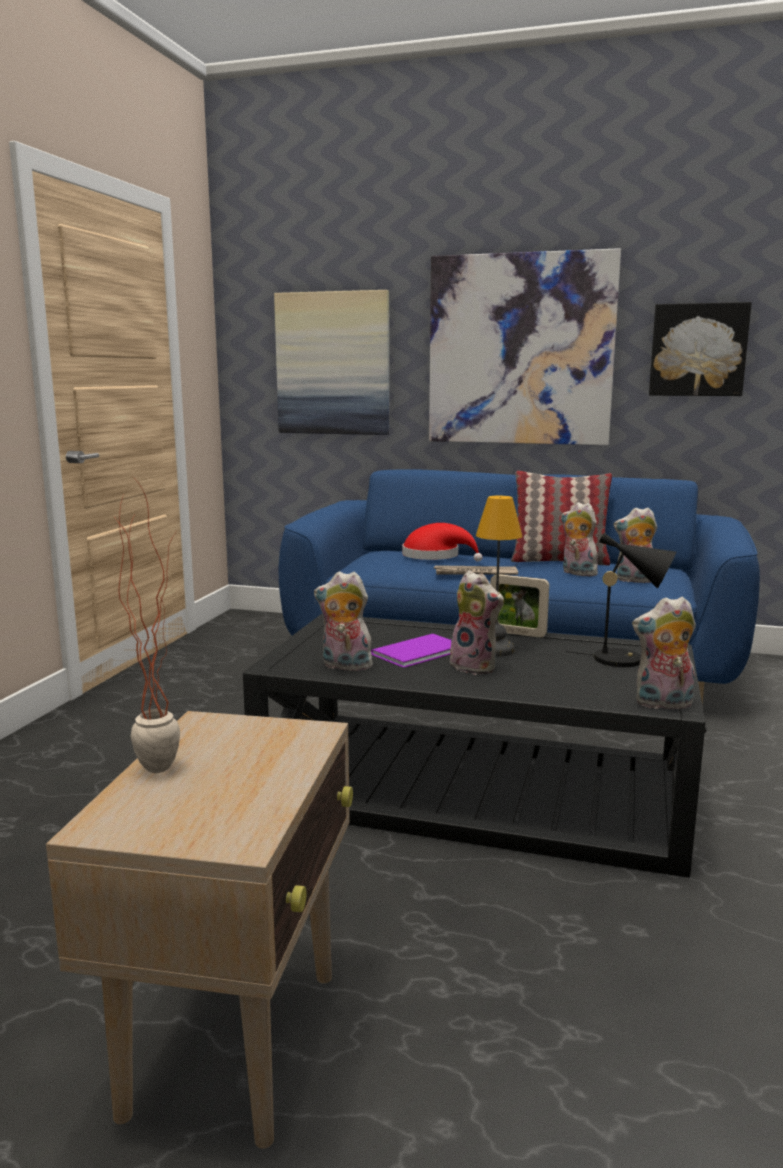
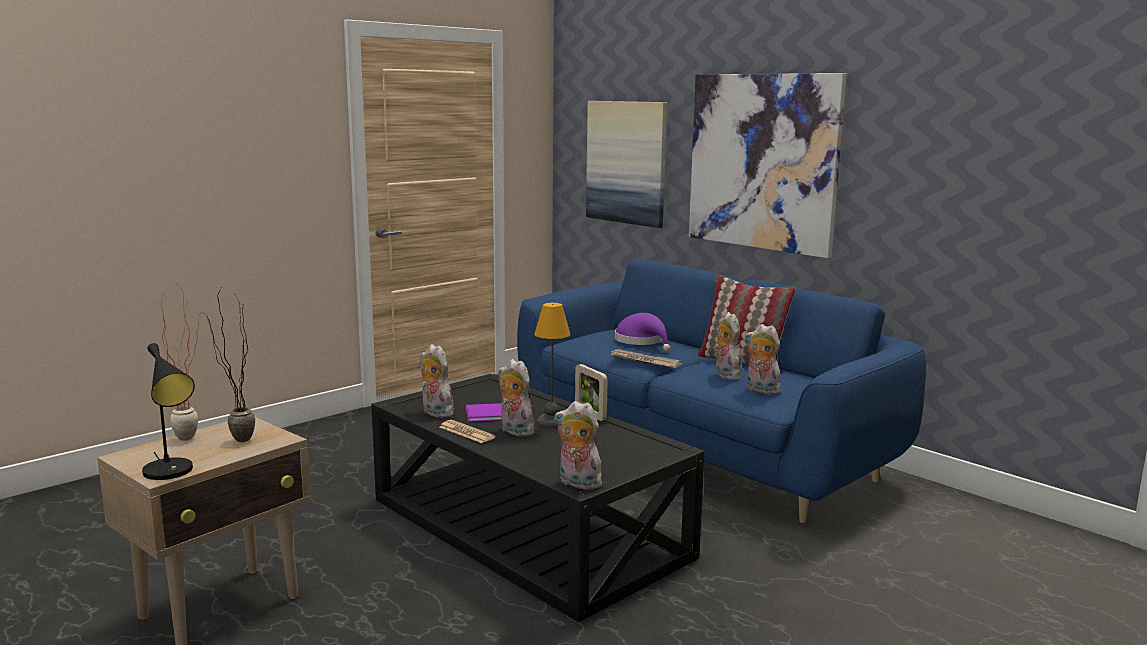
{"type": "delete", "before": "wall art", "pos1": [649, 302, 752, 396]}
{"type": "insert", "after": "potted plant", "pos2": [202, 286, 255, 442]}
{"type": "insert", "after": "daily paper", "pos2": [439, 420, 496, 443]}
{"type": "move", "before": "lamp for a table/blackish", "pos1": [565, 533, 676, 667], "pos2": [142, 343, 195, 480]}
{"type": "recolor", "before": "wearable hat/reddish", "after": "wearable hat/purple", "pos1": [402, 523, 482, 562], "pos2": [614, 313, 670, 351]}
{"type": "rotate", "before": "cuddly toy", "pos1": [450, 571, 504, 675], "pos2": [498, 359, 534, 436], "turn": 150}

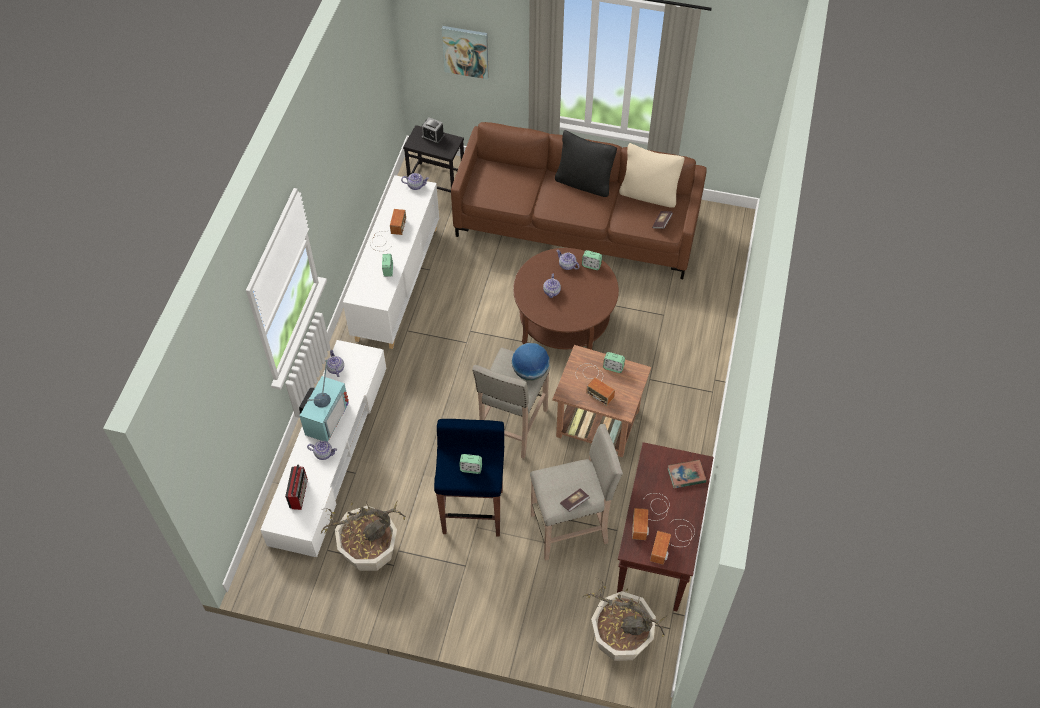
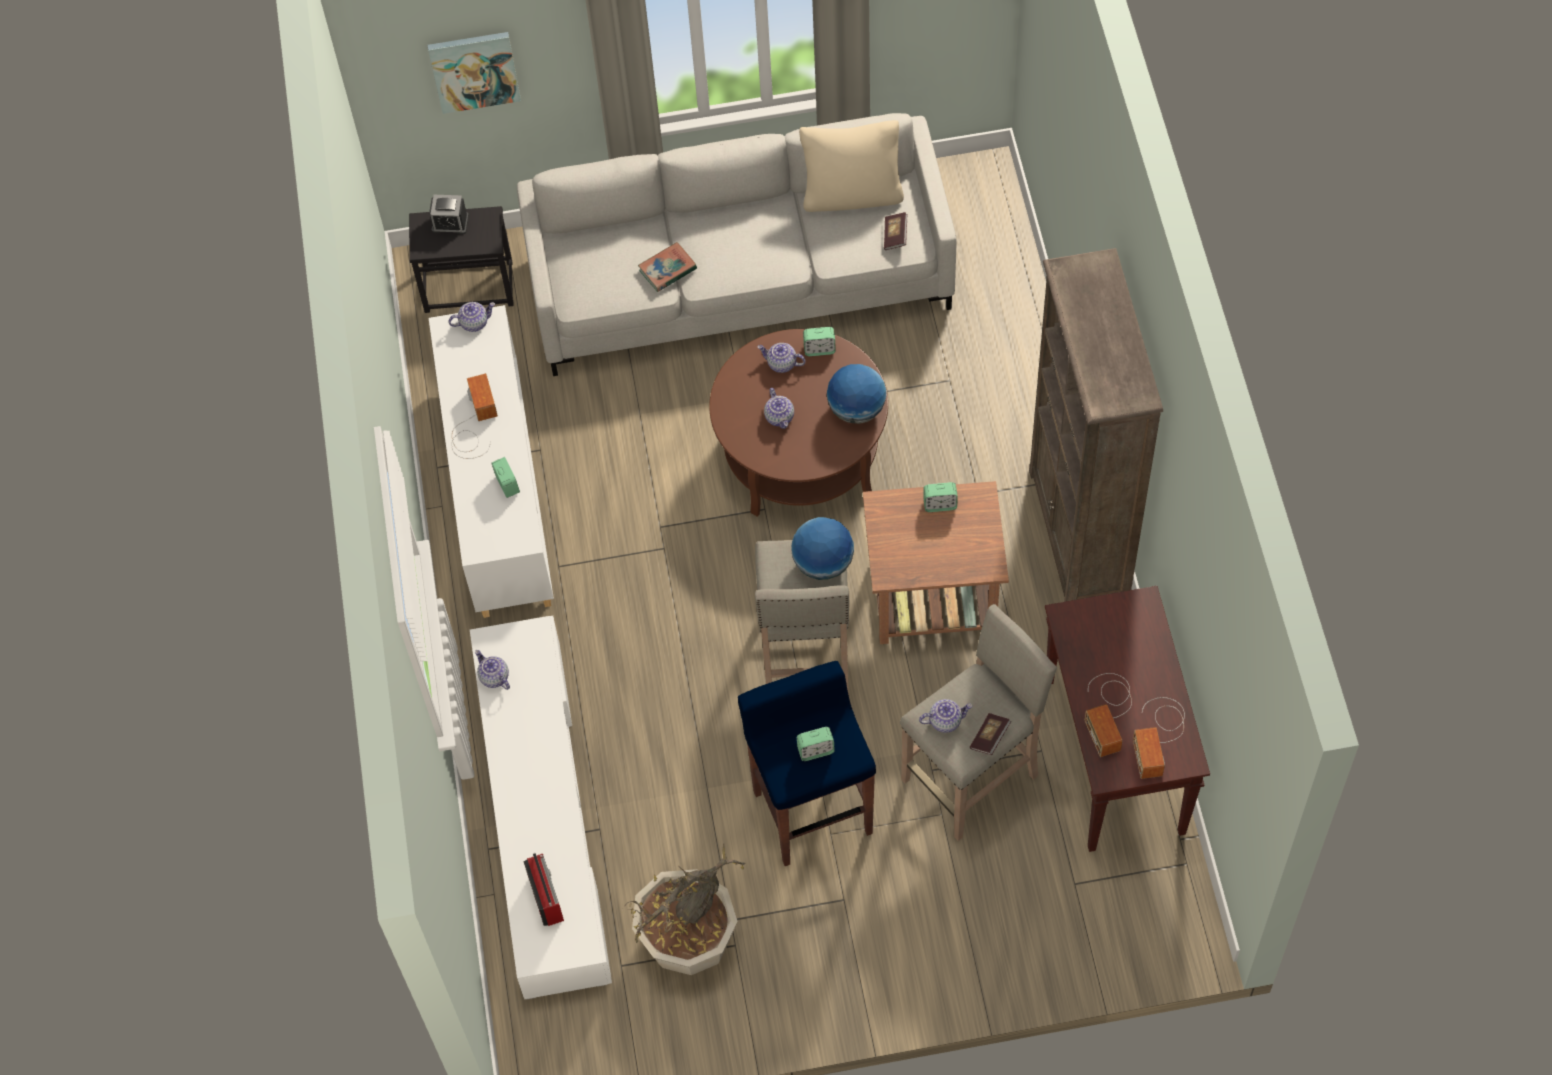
{"type": "delete", "before": "TV set", "pos1": [299, 360, 349, 442]}
{"type": "delete", "before": "throw pillow/blackish", "pos1": [555, 130, 617, 197]}
{"type": "delete", "before": "radio", "pos1": [575, 363, 615, 406]}
{"type": "delete", "before": "potted plant", "pos1": [582, 577, 667, 661]}
{"type": "insert", "after": "desk globe", "pos2": [827, 364, 886, 424]}
{"type": "insert", "after": "bookshelf/brown-coloured", "pos2": [1029, 248, 1163, 602]}
{"type": "move", "before": "tea pot", "pos1": [307, 441, 337, 460], "pos2": [919, 699, 973, 733]}
{"type": "move", "before": "bound book", "pos1": [668, 460, 706, 488], "pos2": [638, 242, 697, 292]}
{"type": "recolor", "before": "settee/brown-coloured", "after": "settee/grey", "pos1": [451, 122, 707, 279], "pos2": [517, 113, 957, 376]}

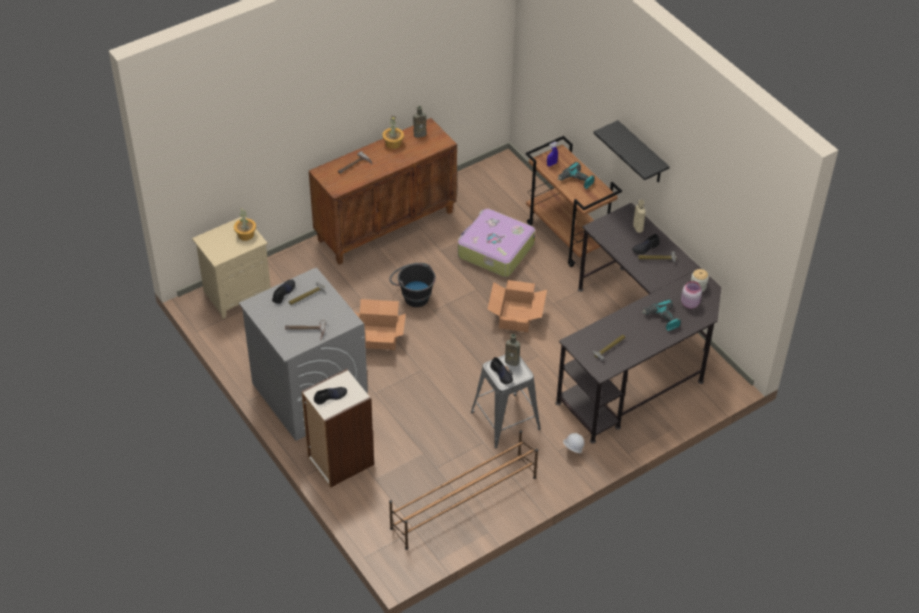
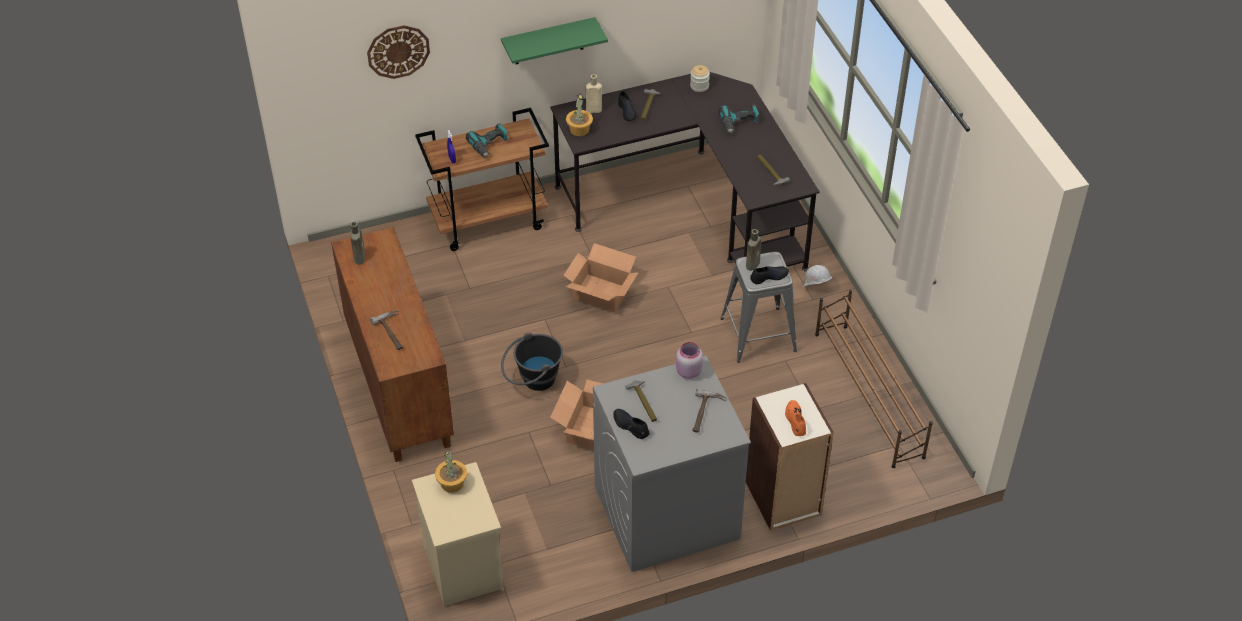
{"type": "delete", "before": "suitcase", "pos1": [458, 209, 535, 277]}
{"type": "insert", "after": "hanging clock", "pos2": [367, 25, 430, 79]}
{"type": "move", "before": "potted plant", "pos1": [382, 116, 404, 149], "pos2": [566, 93, 593, 136]}
{"type": "move", "before": "storage jar/pink-coloured", "pos1": [681, 281, 702, 309], "pos2": [676, 342, 703, 379]}
{"type": "recolor", "before": "low shoe/blackish", "after": "low shoe/orange-coloured", "pos1": [314, 387, 347, 405], "pos2": [785, 400, 806, 436]}
{"type": "recolor", "before": "bracket shelf/blackish", "after": "bracket shelf/green", "pos1": [593, 120, 670, 183], "pos2": [501, 17, 608, 65]}

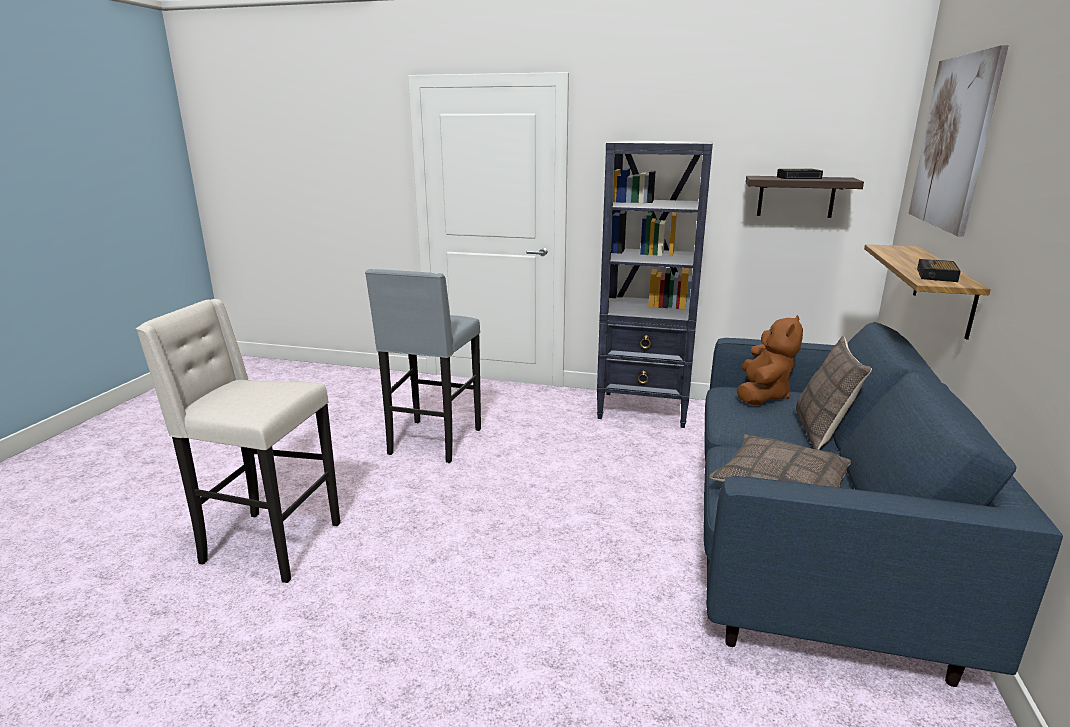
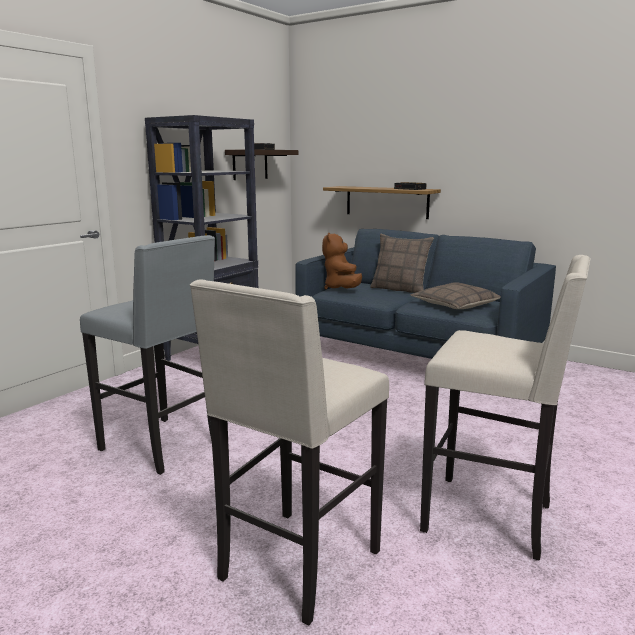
{"type": "delete", "before": "wall art", "pos1": [908, 45, 1009, 237]}
{"type": "insert", "after": "stool/beige-coloured", "pos2": [420, 255, 591, 561]}
{"type": "rotate", "before": "cuddly toy/brown-coloured", "pos1": [737, 315, 803, 405], "pos2": [322, 233, 362, 290], "turn": -135}

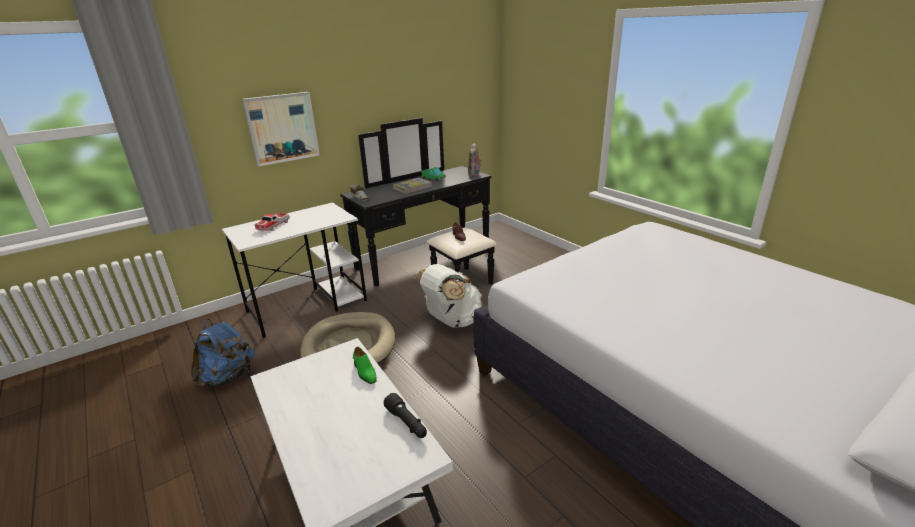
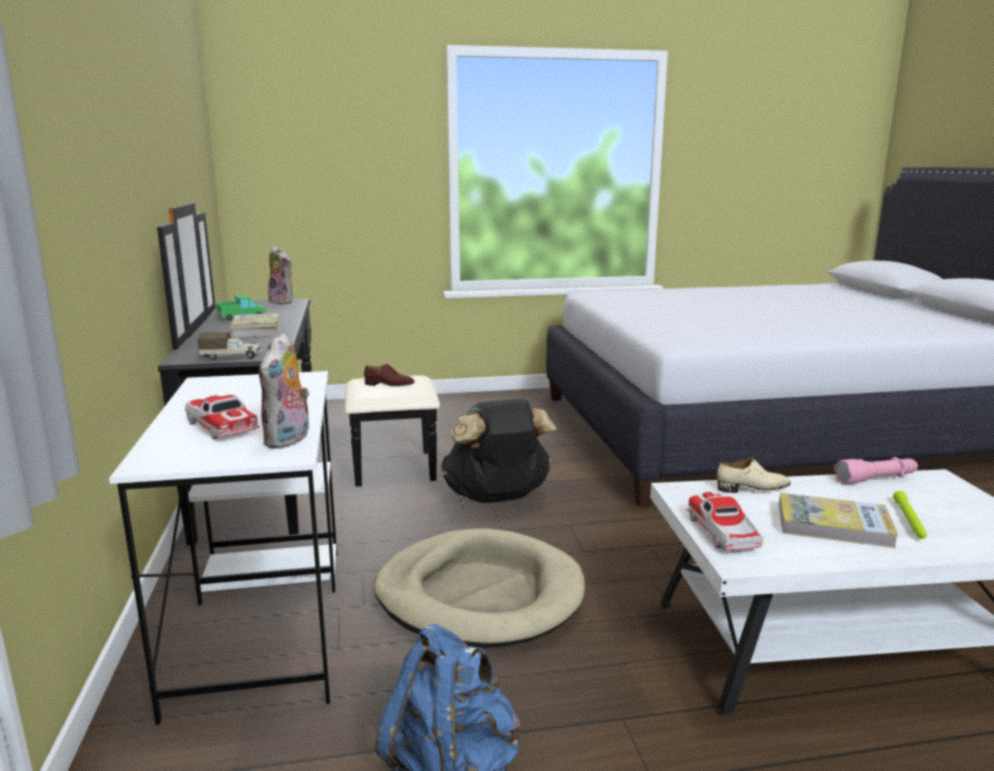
{"type": "delete", "before": "wall art", "pos1": [242, 92, 320, 167]}
{"type": "insert", "after": "cuddly toy", "pos2": [259, 333, 310, 449]}
{"type": "insert", "after": "miniature car", "pos2": [687, 492, 763, 550]}
{"type": "insert", "after": "bound book", "pos2": [779, 493, 898, 548]}
{"type": "insert", "after": "torch/green", "pos2": [893, 491, 927, 539]}
{"type": "recolor", "before": "low shoe/green", "after": "low shoe/beige-coloured", "pos1": [353, 347, 377, 384], "pos2": [717, 458, 791, 493]}
{"type": "recolor", "before": "torch/blackish", "after": "torch/pink-coloured", "pos1": [384, 393, 427, 438], "pos2": [834, 457, 918, 484]}
{"type": "recolor", "before": "backpack/white-coloured", "after": "backpack/blackish", "pos1": [414, 264, 482, 328], "pos2": [441, 399, 557, 503]}

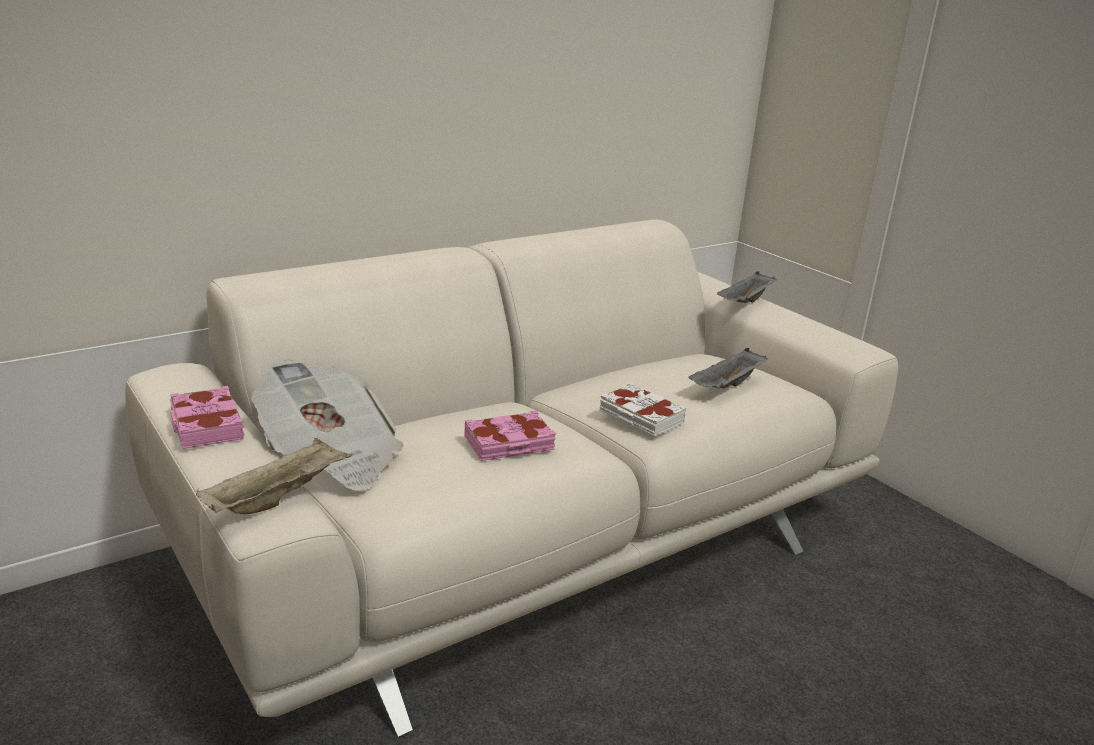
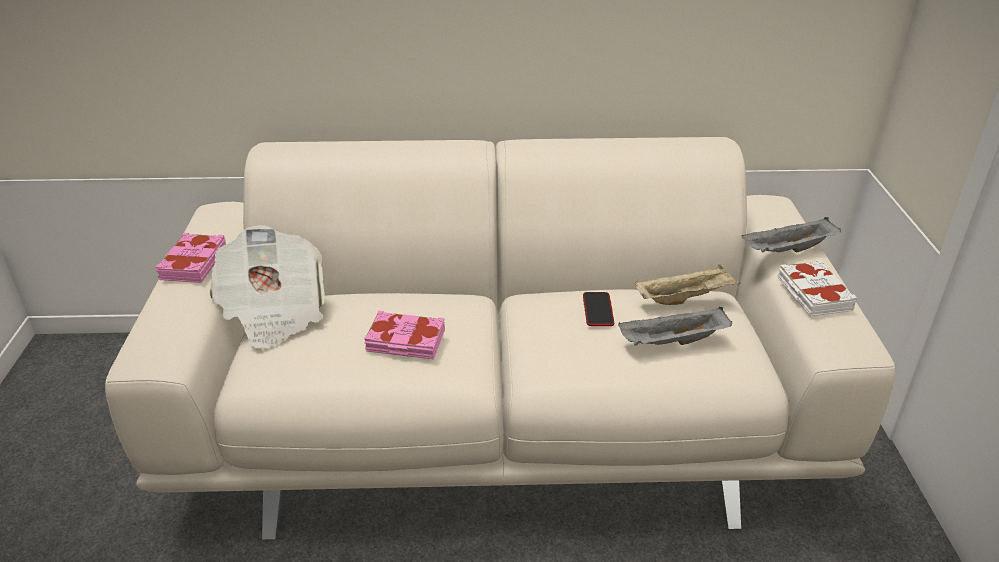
{"type": "insert", "after": "phone", "pos2": [583, 292, 614, 326]}
{"type": "move", "before": "serving tray/beige-coloured", "pos1": [196, 437, 352, 514], "pos2": [635, 264, 740, 305]}
{"type": "move", "before": "bound book/white-coloured", "pos1": [599, 383, 687, 437], "pos2": [778, 260, 857, 317]}

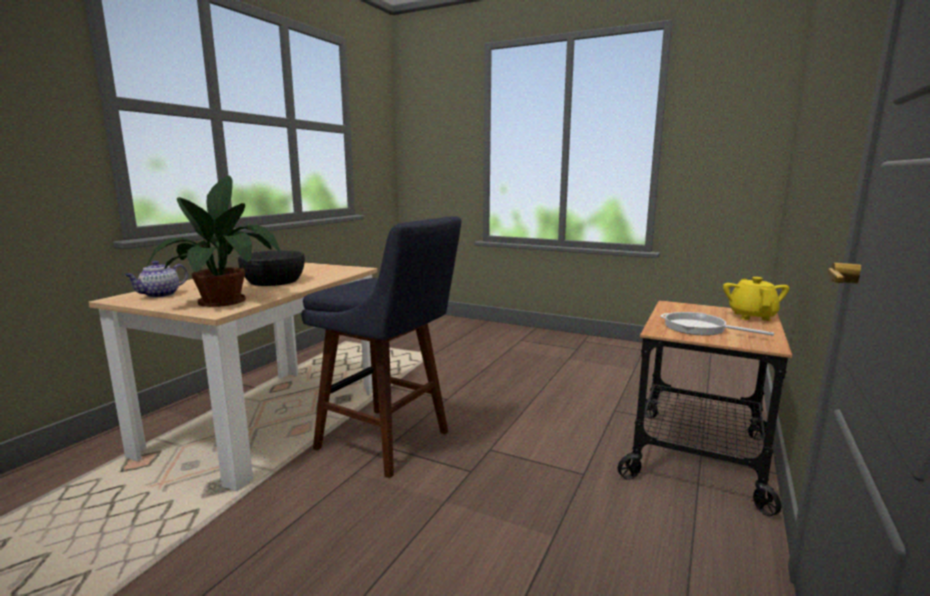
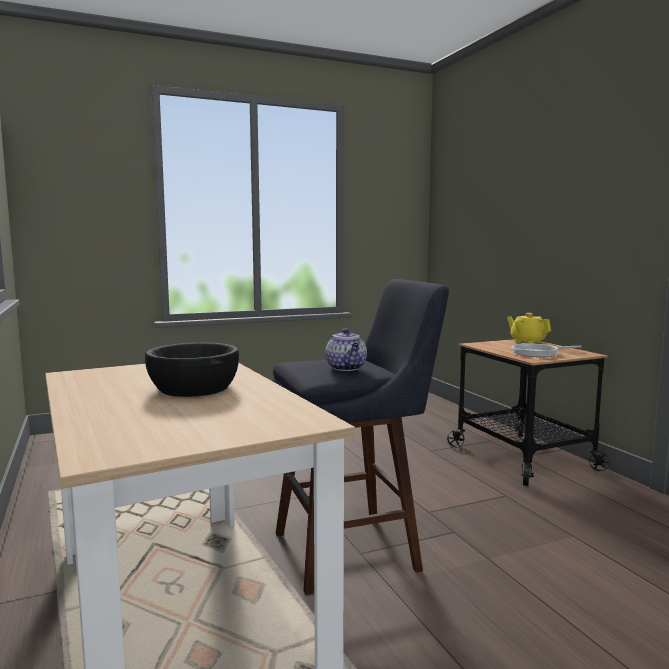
{"type": "delete", "before": "potted plant", "pos1": [147, 176, 281, 307]}
{"type": "move", "before": "tea pot", "pos1": [125, 261, 188, 298], "pos2": [325, 328, 367, 371]}

